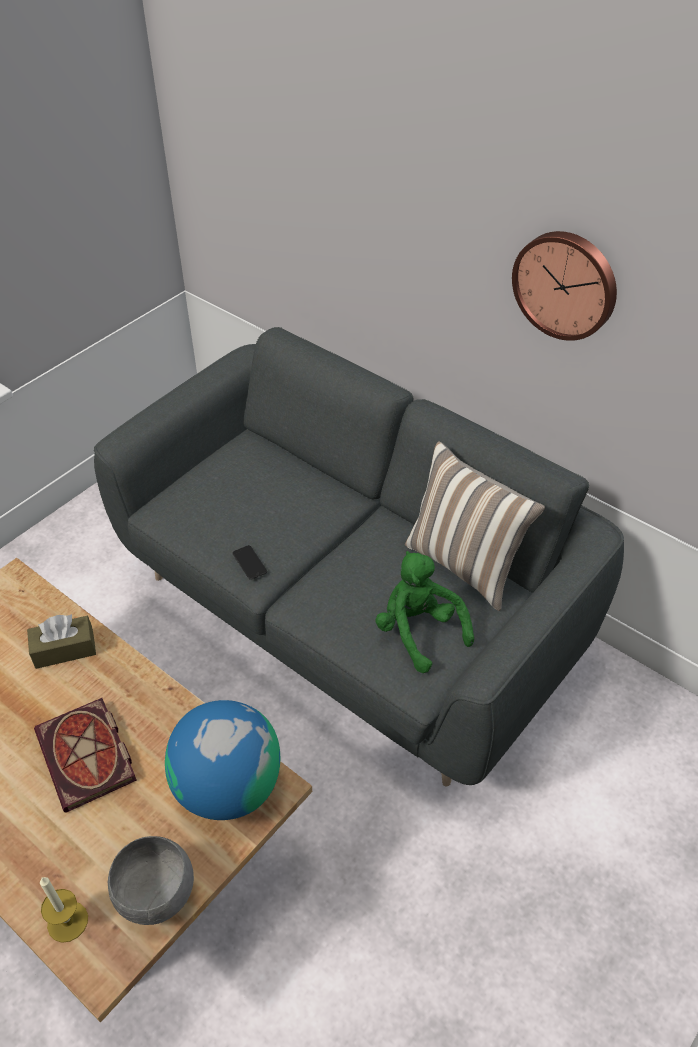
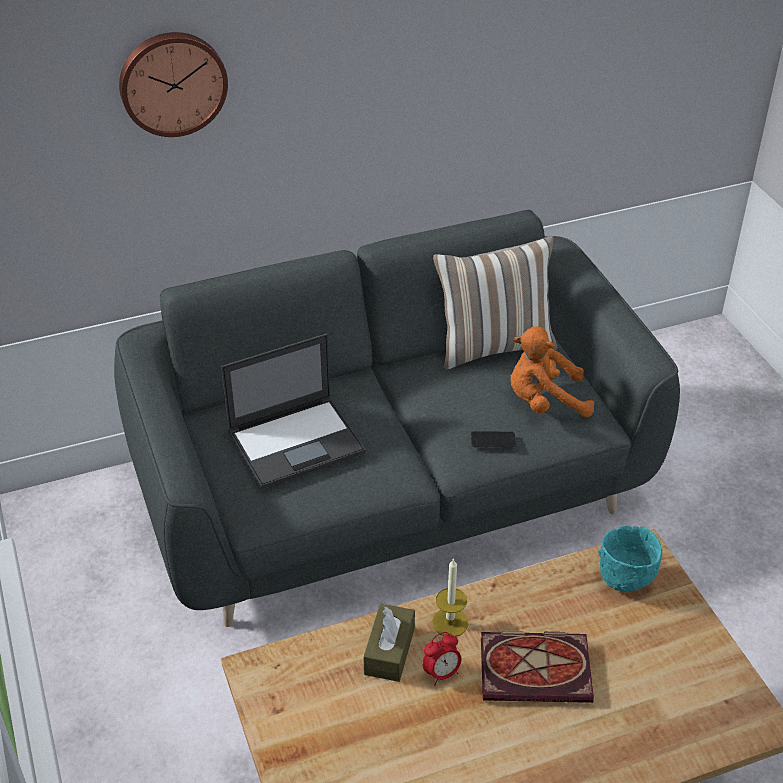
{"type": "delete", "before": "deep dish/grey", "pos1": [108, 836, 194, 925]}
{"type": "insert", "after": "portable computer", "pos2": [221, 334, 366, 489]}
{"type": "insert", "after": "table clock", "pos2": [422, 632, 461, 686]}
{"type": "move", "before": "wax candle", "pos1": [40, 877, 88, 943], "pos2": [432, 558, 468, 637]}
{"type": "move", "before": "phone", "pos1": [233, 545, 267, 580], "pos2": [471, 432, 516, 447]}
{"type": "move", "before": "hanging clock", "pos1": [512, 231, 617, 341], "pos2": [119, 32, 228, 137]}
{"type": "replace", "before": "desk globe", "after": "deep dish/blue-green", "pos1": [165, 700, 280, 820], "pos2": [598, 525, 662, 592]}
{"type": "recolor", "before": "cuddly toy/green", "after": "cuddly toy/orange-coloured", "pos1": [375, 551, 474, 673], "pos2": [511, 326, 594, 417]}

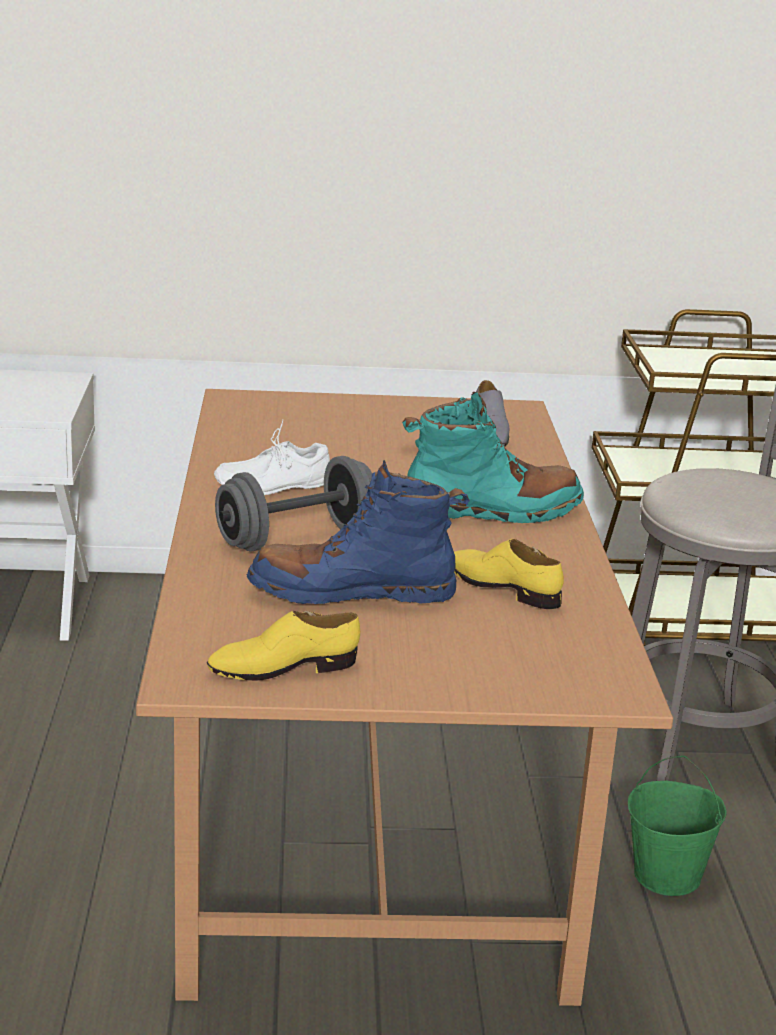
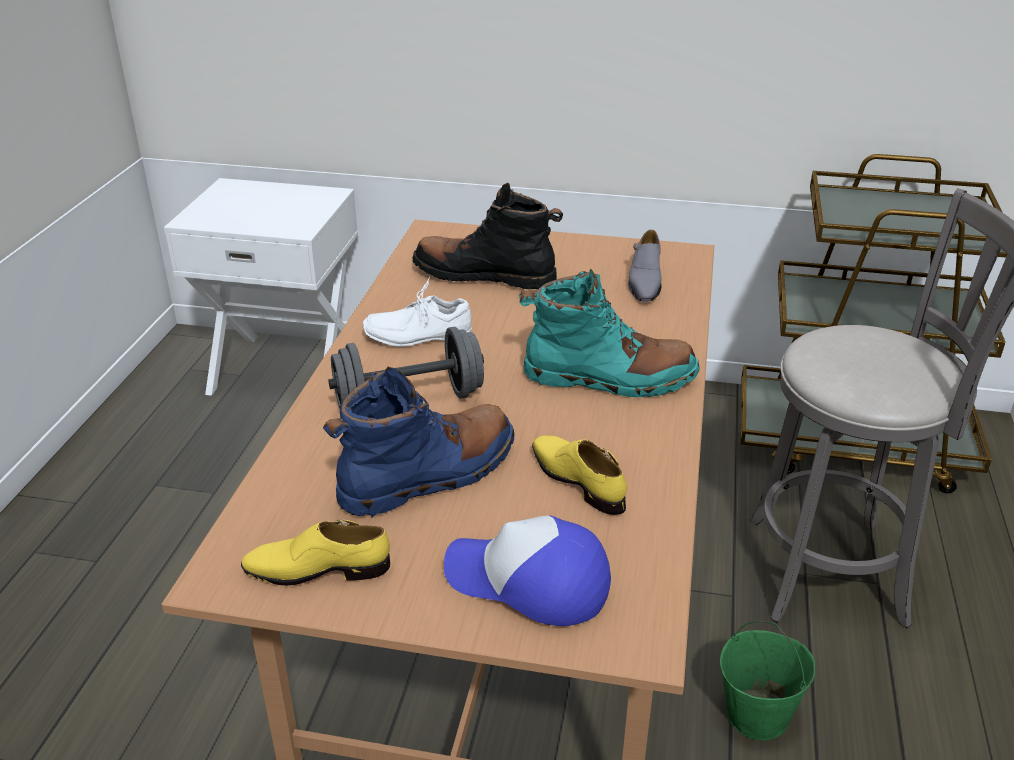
{"type": "insert", "after": "tall boot/blackish", "pos2": [413, 183, 563, 289]}
{"type": "insert", "after": "peaked cap", "pos2": [444, 515, 611, 626]}
{"type": "rotate", "before": "tall boot/bluish", "pos1": [247, 460, 470, 604], "pos2": [323, 367, 515, 517], "turn": 135}

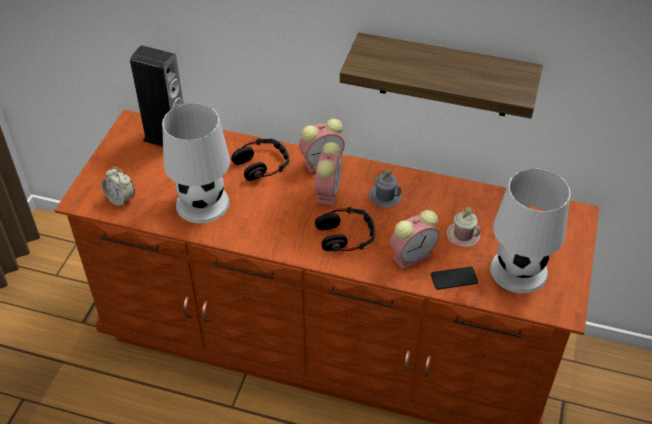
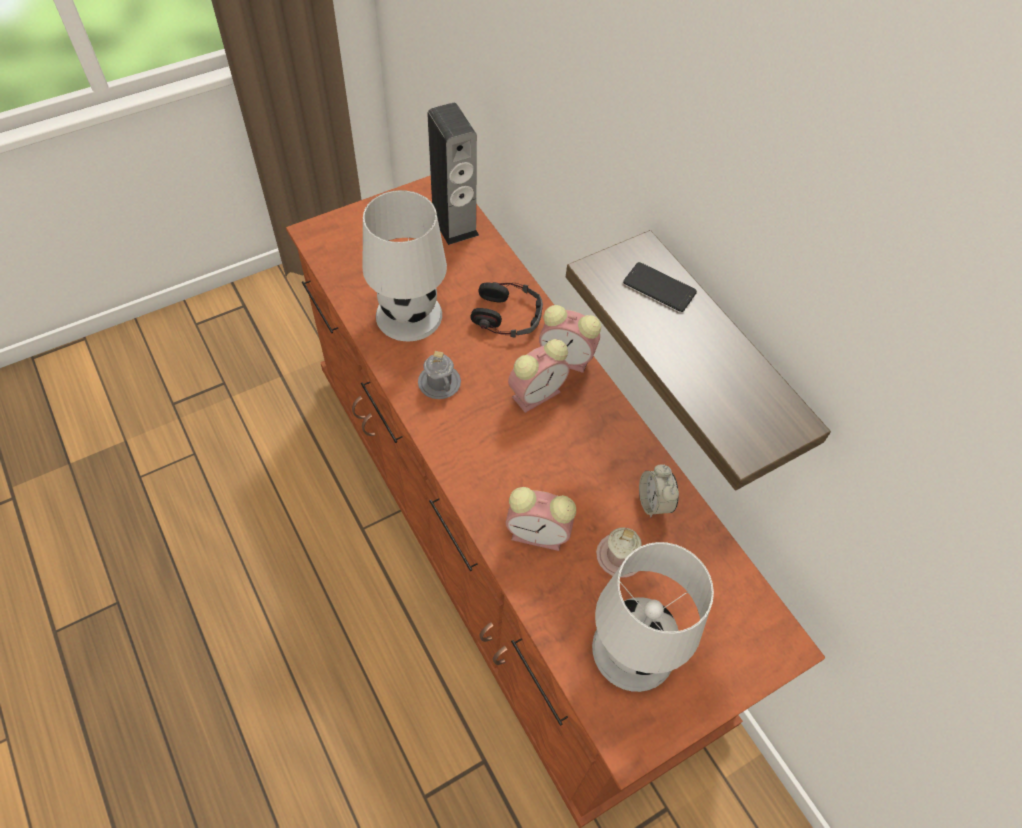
{"type": "delete", "before": "pair of headphones", "pos1": [315, 207, 376, 252]}
{"type": "move", "before": "table clock", "pos1": [101, 166, 135, 207], "pos2": [639, 465, 679, 518]}
{"type": "move", "before": "mug/grey", "pos1": [369, 168, 402, 207], "pos2": [418, 351, 461, 399]}
{"type": "move", "before": "phone", "pos1": [431, 266, 478, 290], "pos2": [623, 262, 697, 312]}

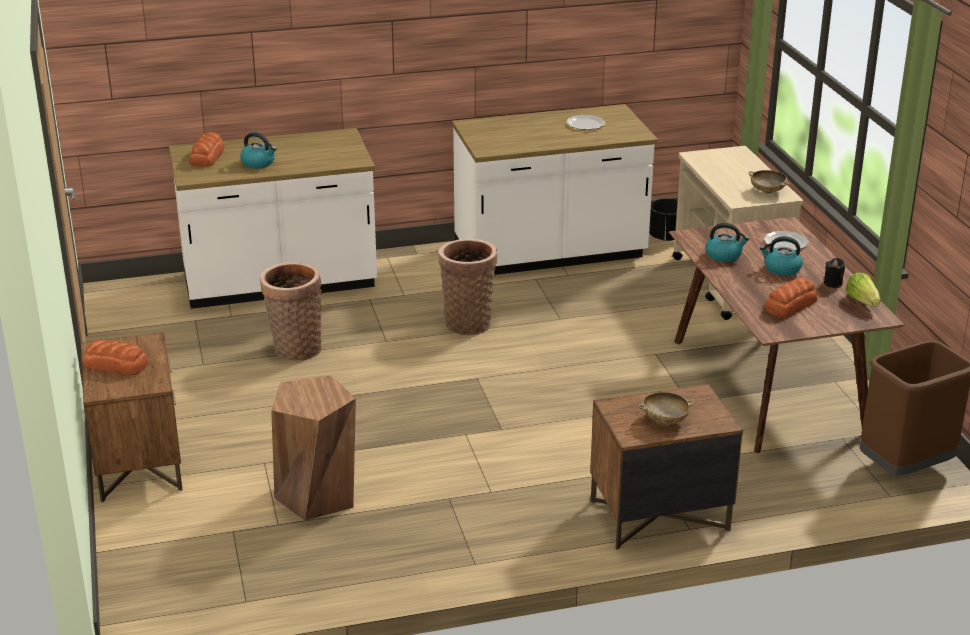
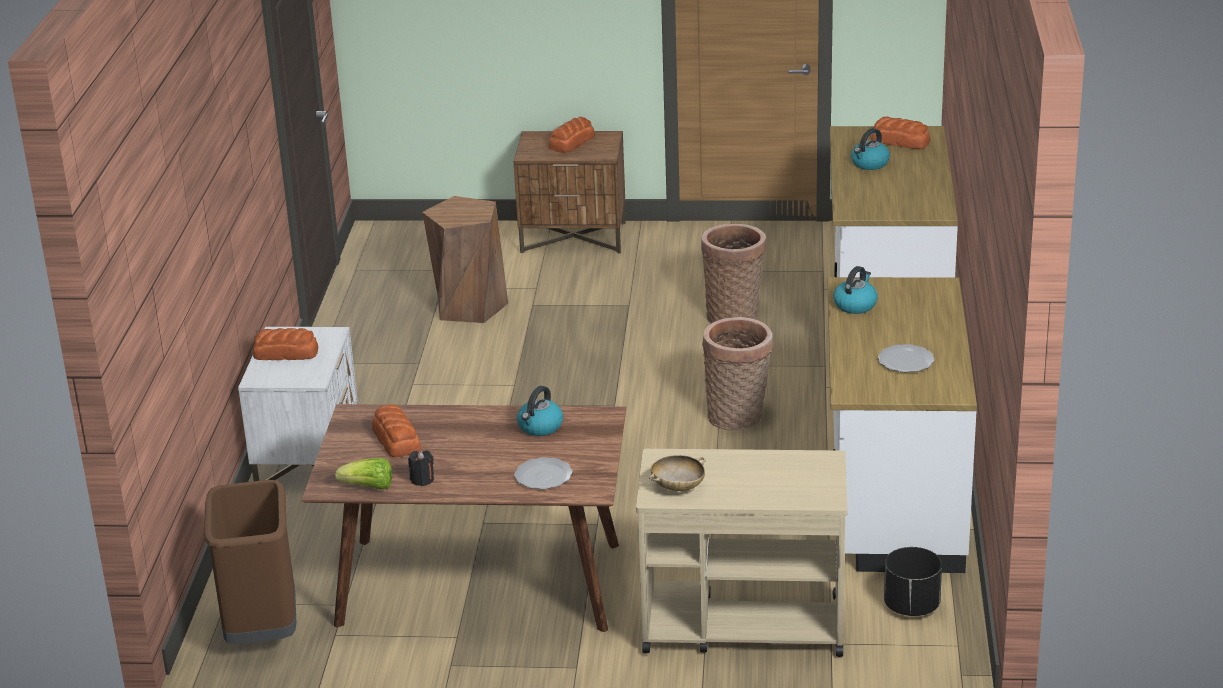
{"type": "move", "before": "tea kettle", "pos1": [760, 236, 803, 276], "pos2": [833, 266, 878, 314]}
{"type": "replace", "before": "deep dish/beige-coloured", "after": "bakery bread", "pos1": [638, 392, 694, 424], "pos2": [253, 328, 318, 360]}
{"type": "recolor", "before": "nightstand/brown-coloured", "after": "nightstand/white-coloured", "pos1": [590, 384, 743, 550], "pos2": [238, 327, 358, 481]}

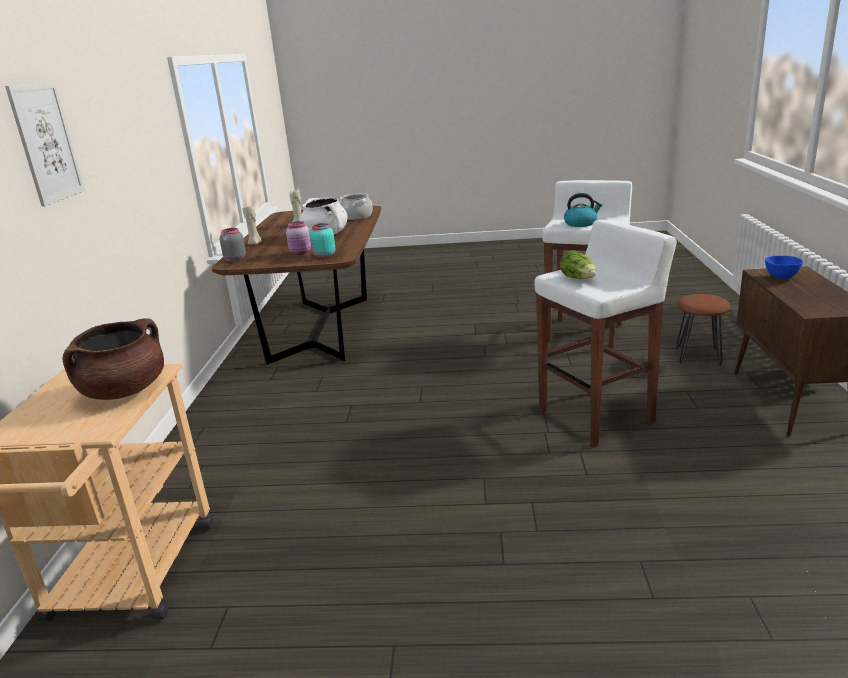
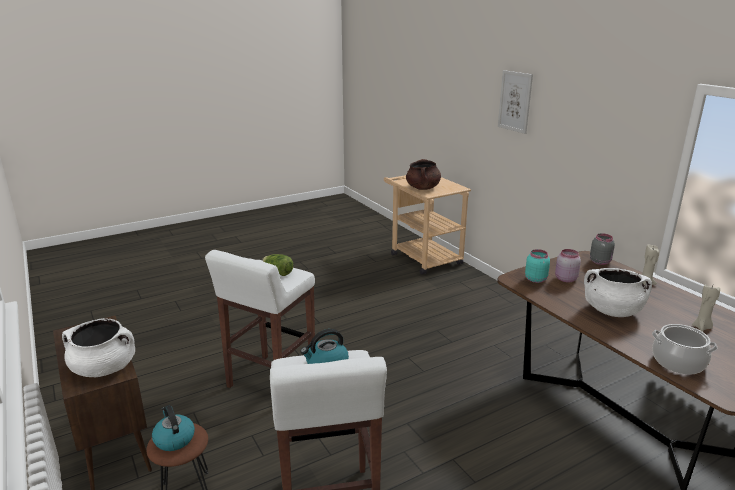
{"type": "insert", "after": "tea kettle", "pos2": [152, 405, 195, 451]}
{"type": "replace", "before": "deep dish/bluish", "after": "cooking pot/white-coloured", "pos1": [765, 256, 803, 279], "pos2": [62, 318, 135, 377]}

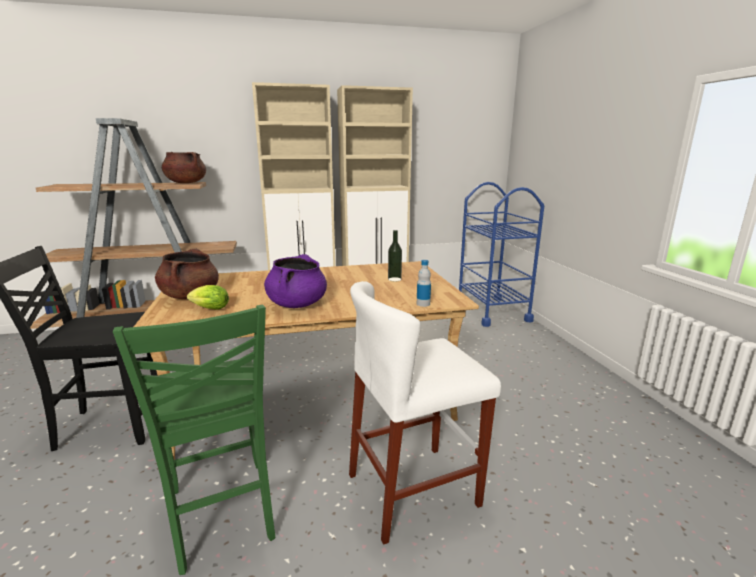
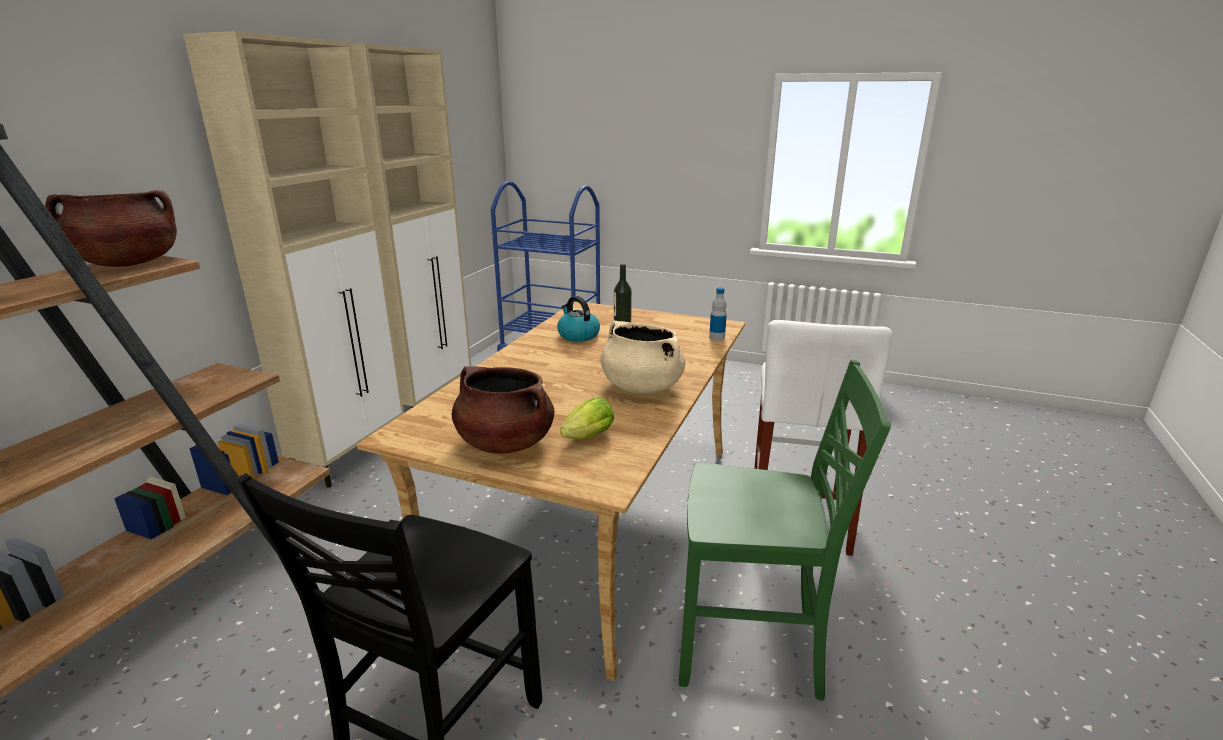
{"type": "insert", "after": "tea kettle", "pos2": [557, 296, 600, 342]}
{"type": "recolor", "before": "cooking pot/purple", "after": "cooking pot/beige-coloured", "pos1": [264, 254, 327, 308], "pos2": [600, 321, 685, 394]}

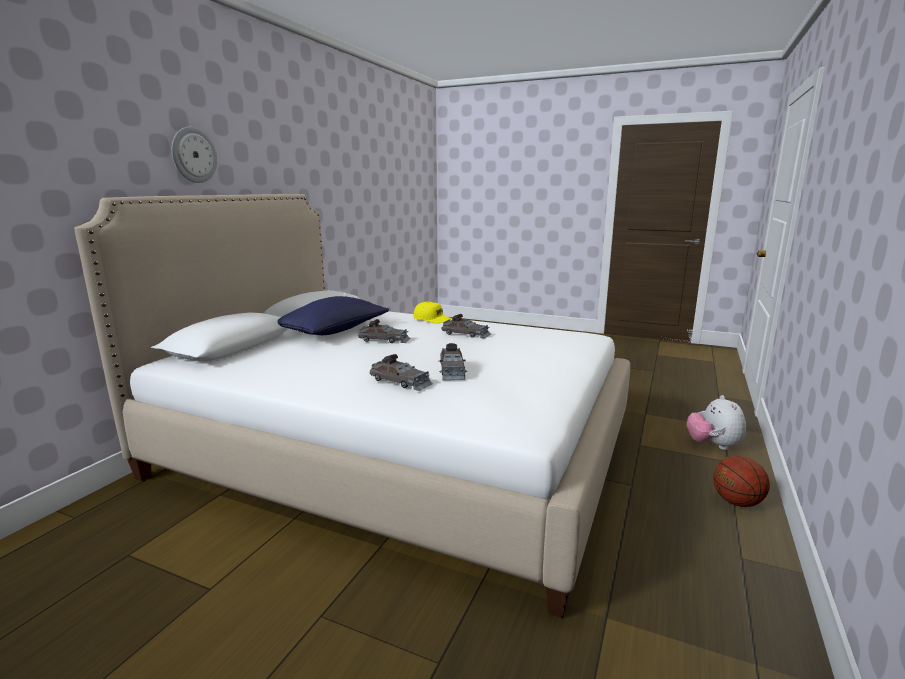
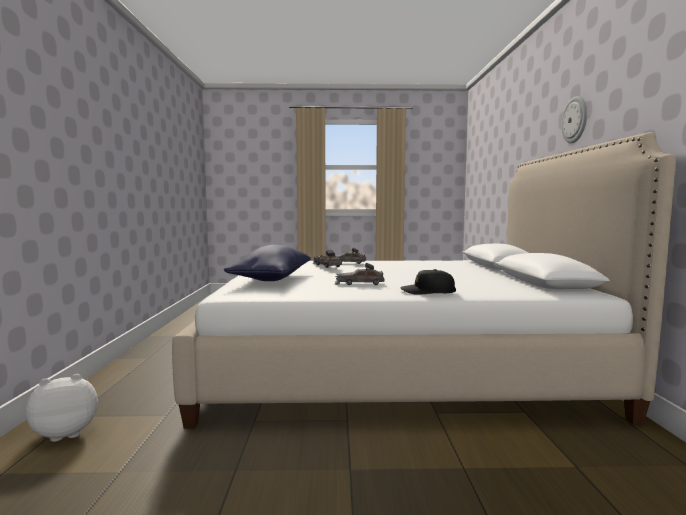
{"type": "delete", "before": "miniature car/grey", "pos1": [358, 319, 410, 343]}
{"type": "delete", "before": "basketball ball", "pos1": [713, 456, 770, 507]}
{"type": "move", "before": "throw pillow/bluish", "pos1": [278, 296, 389, 335], "pos2": [224, 245, 311, 281]}
{"type": "recolor", "before": "peaked cap/yellowish", "after": "peaked cap/blackish", "pos1": [414, 301, 452, 323], "pos2": [400, 269, 456, 295]}
{"type": "rotate", "before": "cuddly toy", "pos1": [687, 395, 746, 450], "pos2": [26, 374, 98, 442], "turn": -90}

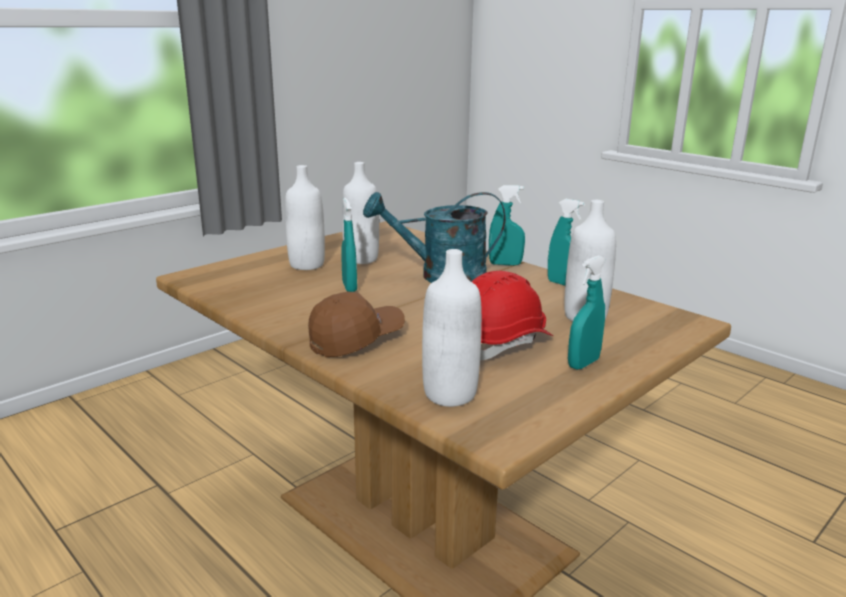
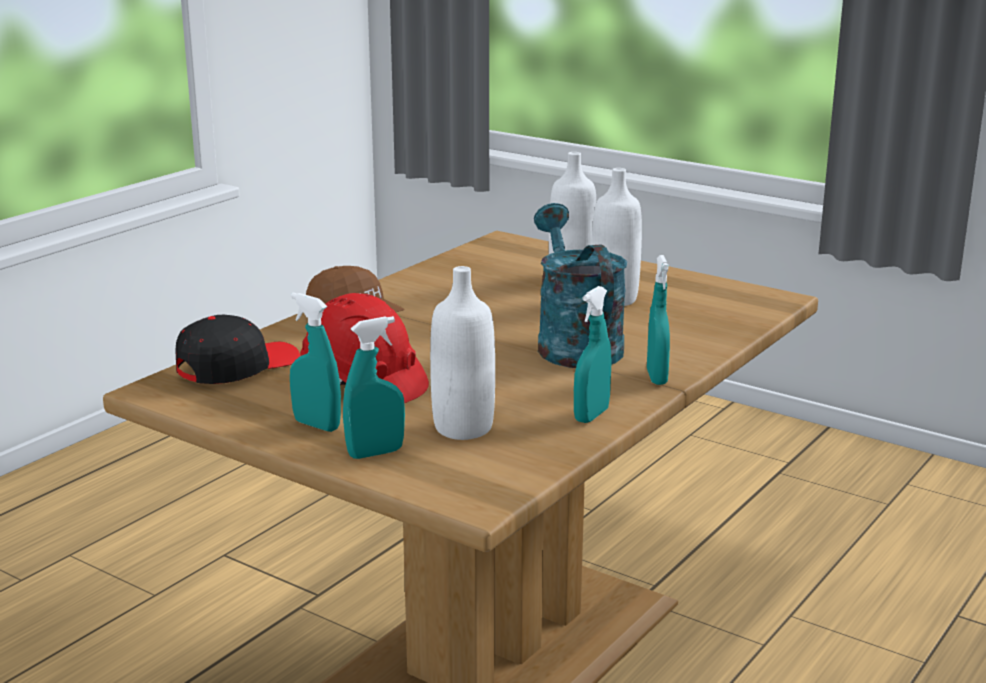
{"type": "move", "before": "hand sprayer/blue-green", "pos1": [341, 198, 357, 292], "pos2": [343, 316, 405, 459]}
{"type": "replace", "before": "drink bottle/white-coloured", "after": "peaked cap/blackish", "pos1": [422, 249, 482, 407], "pos2": [176, 315, 300, 384]}

